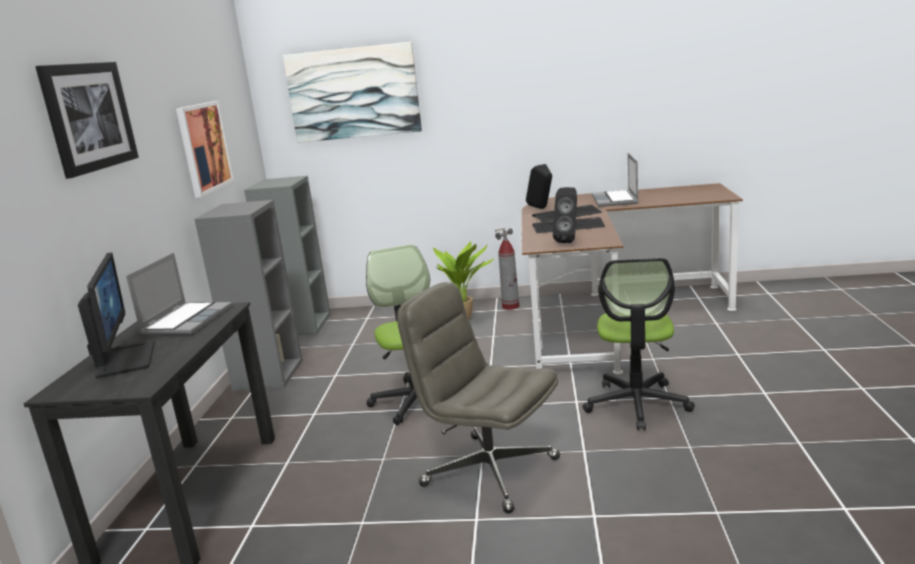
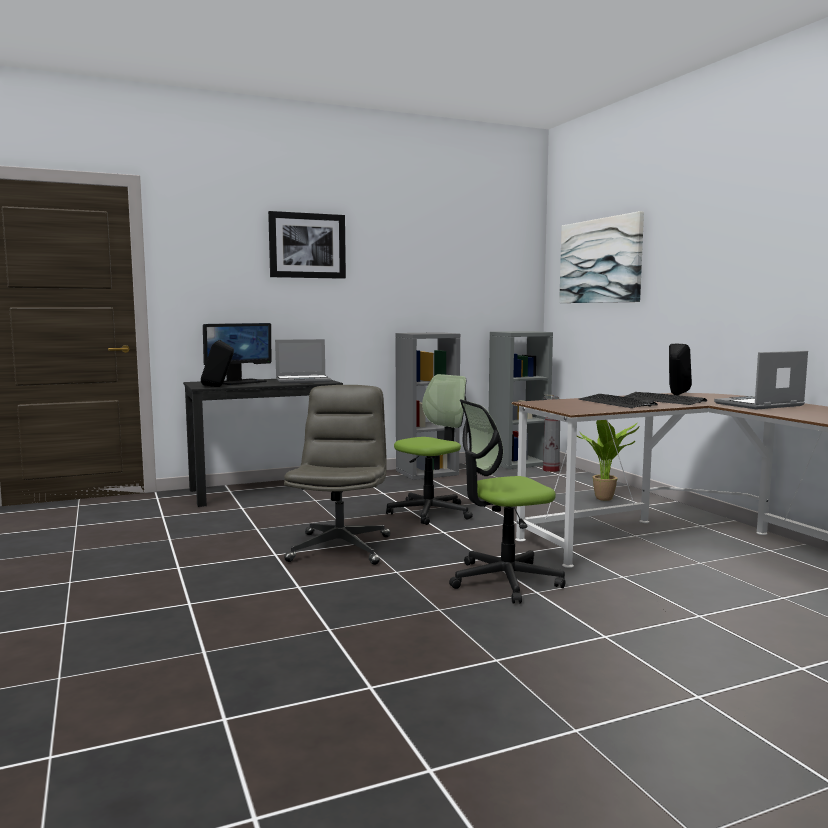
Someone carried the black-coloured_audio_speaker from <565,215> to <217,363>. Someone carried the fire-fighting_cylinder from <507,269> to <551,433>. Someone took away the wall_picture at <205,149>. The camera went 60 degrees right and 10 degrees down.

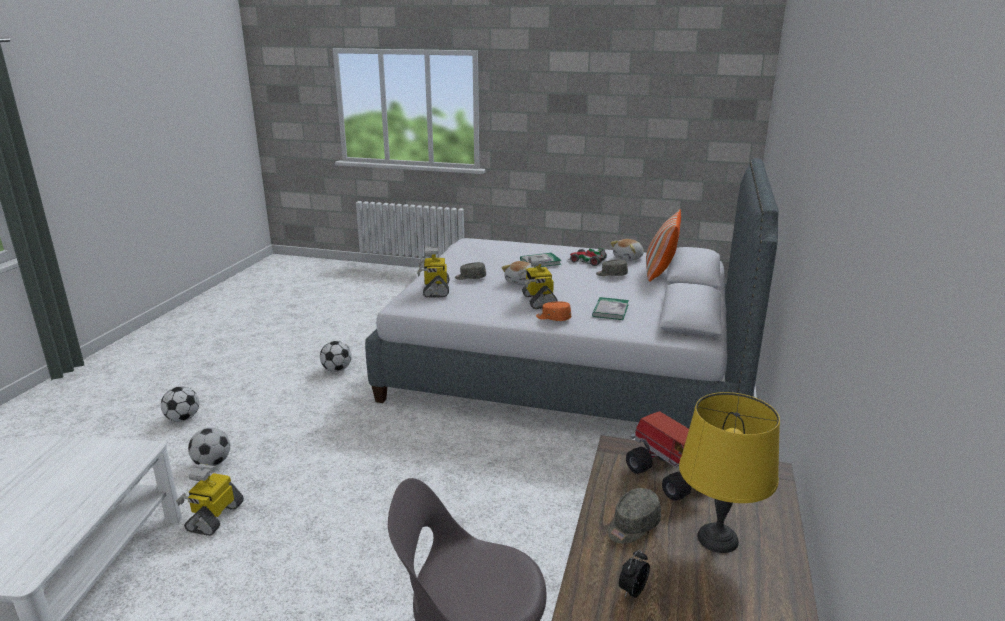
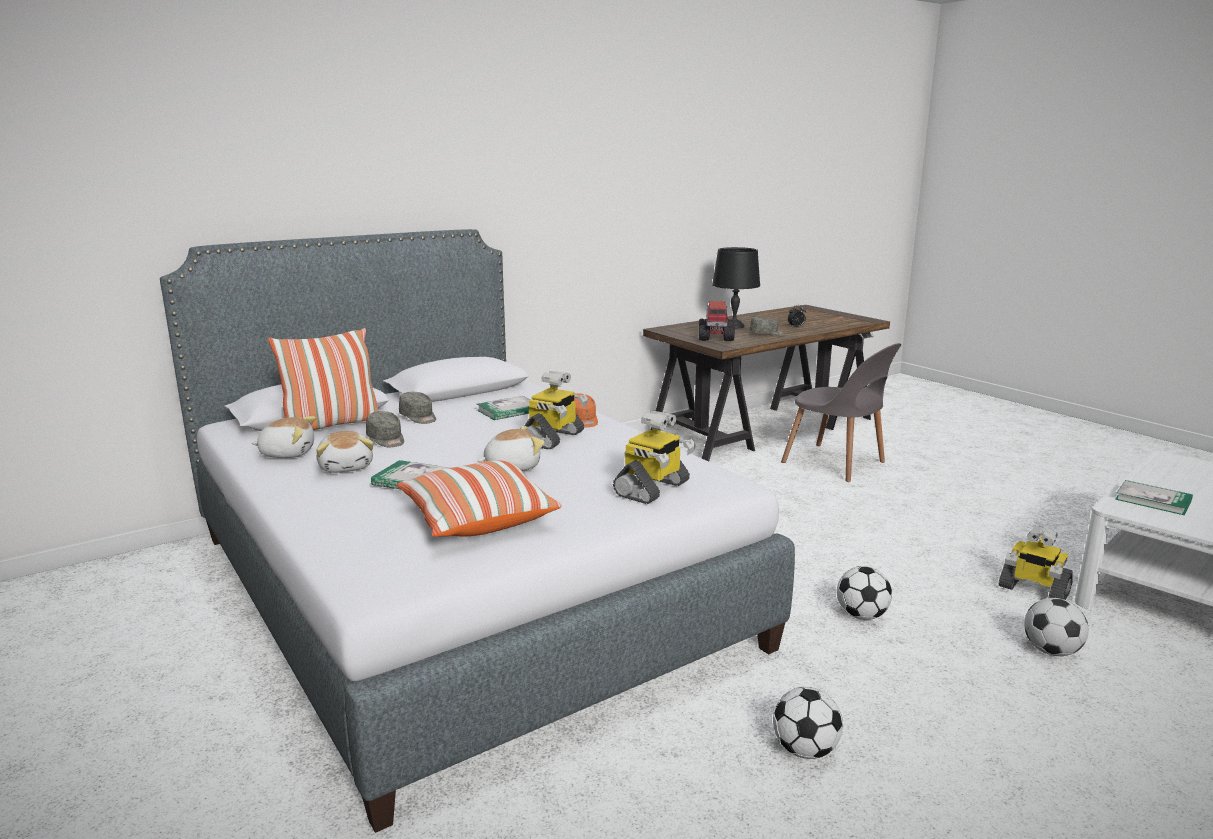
Someone swapped the miniature_car at <587,257> for the cuddly_toy at <344,452>. Someone put down the pillow at <479,498>. Someone carried the gray_peaked_cap from <470,271> to <417,408>. Someone repainted the yellowish_tabletop_lamp at <729,472>, which became the black-coloured_tabletop_lamp at <736,288>. Someone carried the ball_for_football from <180,404> to <864,593>. Someone rotated the toy_robot at <210,500> by 75 degrees clockwise. Someone put down the book at <1154,497>. The camera went 140 degrees left and 5 degrees down.

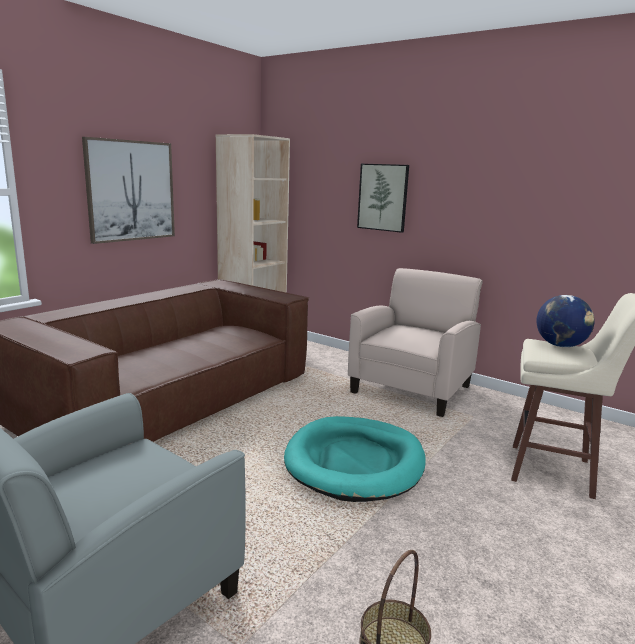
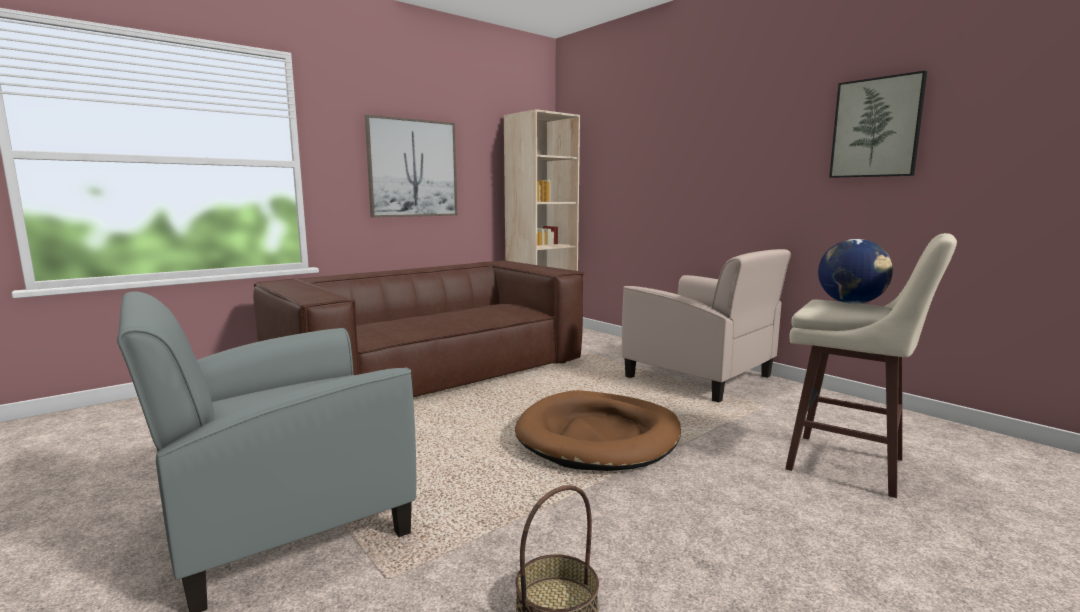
Someone repainted the blue-green_dog_cushion at <355,459>, which became the brownish_dog_cushion at <598,430>. Someone rotated the sand-coloured_easy_chair at <415,342> by 90 degrees clockwise. Someone carried the wall_picture from <383,198> to <878,124>. The camera went 15 degrees right and 5 degrees down.

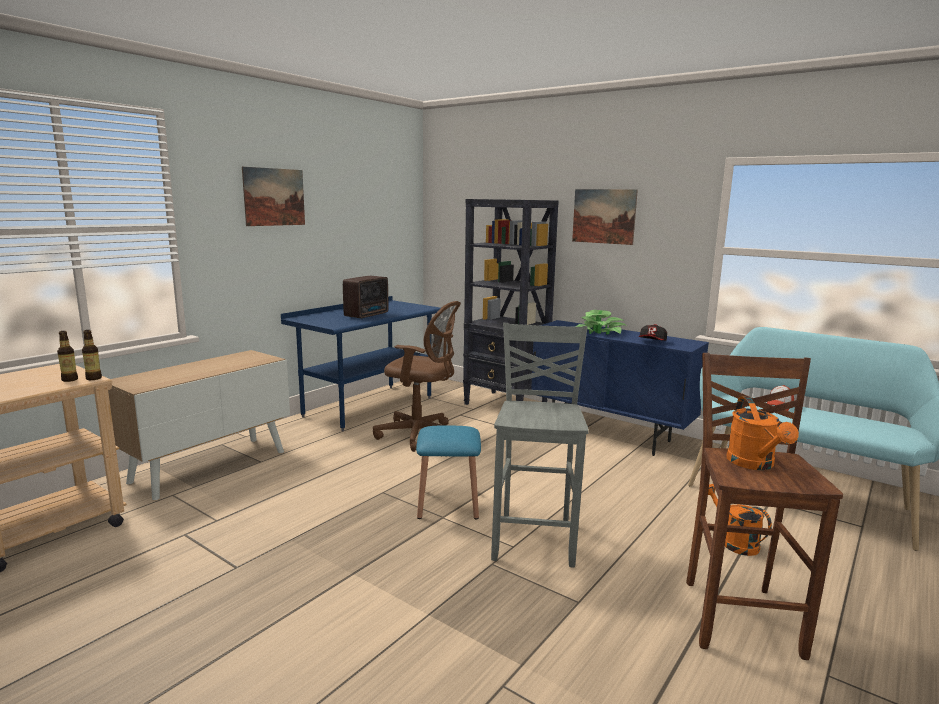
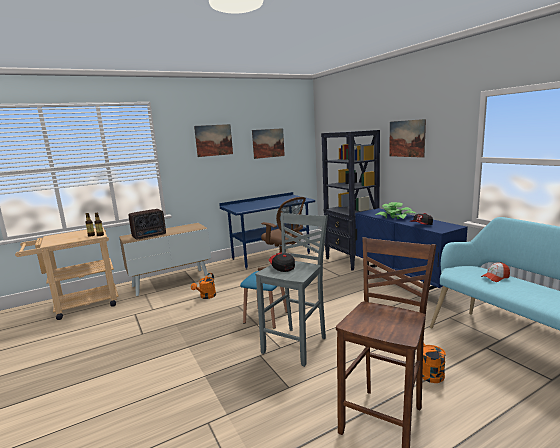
Someone carried the radio_receiver from <365,297> to <147,224>. Someone carried the orange-coloured_watering_pot from <763,433> to <203,286>. Someone put up the wall_picture at <268,143>. Someone put down the peaked_cap at <282,262>. The camera went 25 degrees right and 0 degrees up.

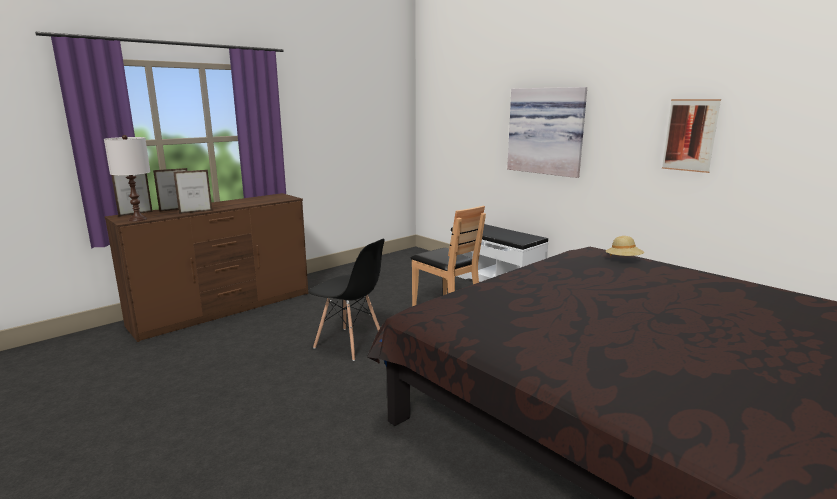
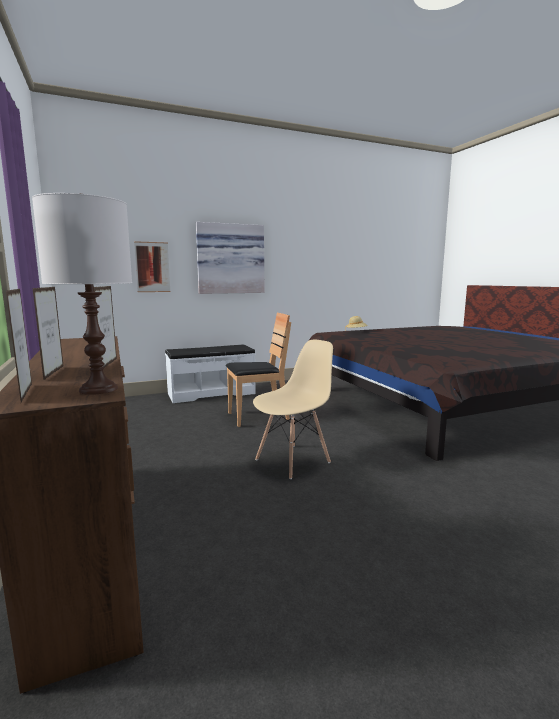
Someone carried the wall_picture from <691,136> to <152,266>. Someone repainted the black-coloured_chair at <346,299>, which became the sand-coloured_chair at <293,409>. The camera went 70 degrees left and 5 degrees down.

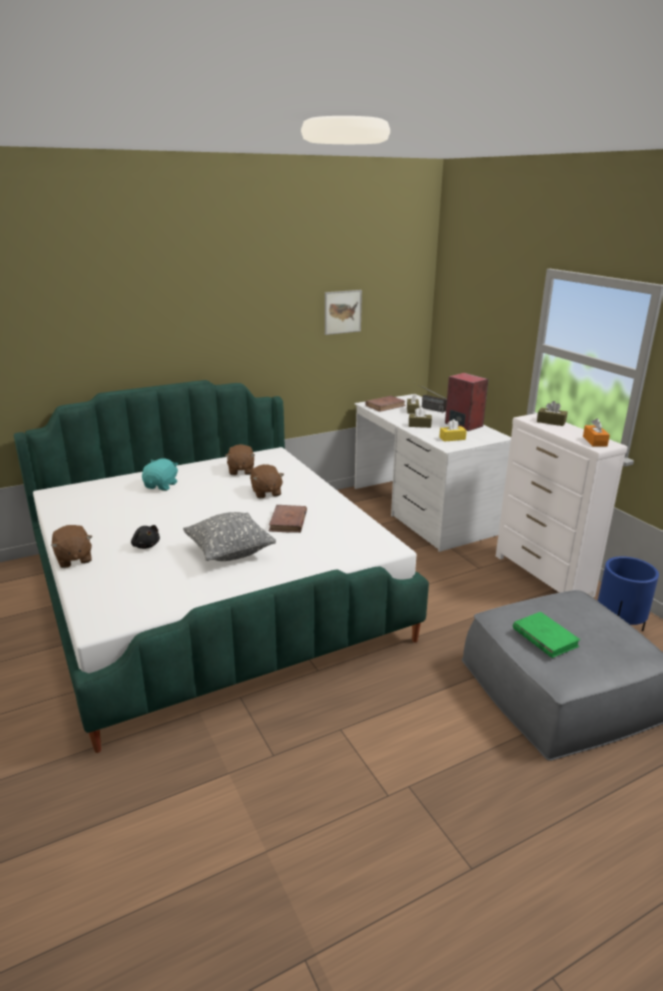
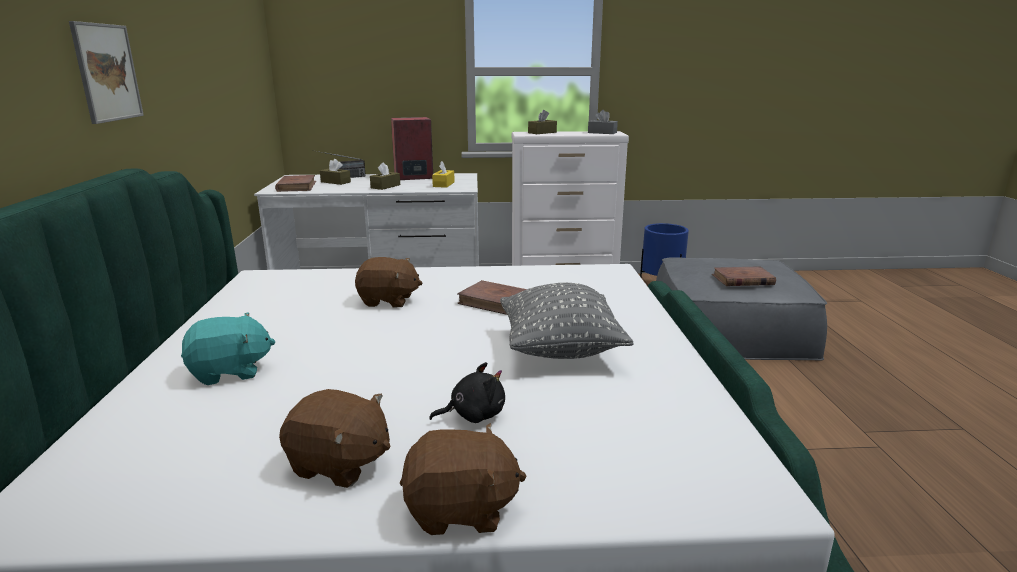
Someone carried the wall_picture from <343,312> to <106,72>. Someone rotated the blue-green_cuddly_toy at <160,475> by 120 degrees clockwise. Someone carried the brownish_cuddly_toy from <240,459> to <334,438>. Someone repainted the orange-coloured_tissue_holder at <596,432>, which became the gray_tissue_holder at <603,122>. Someone repainted the greenish_book at <547,635>, which became the brownish_book at <744,276>. The camera went 65 degrees left and 5 degrees down.

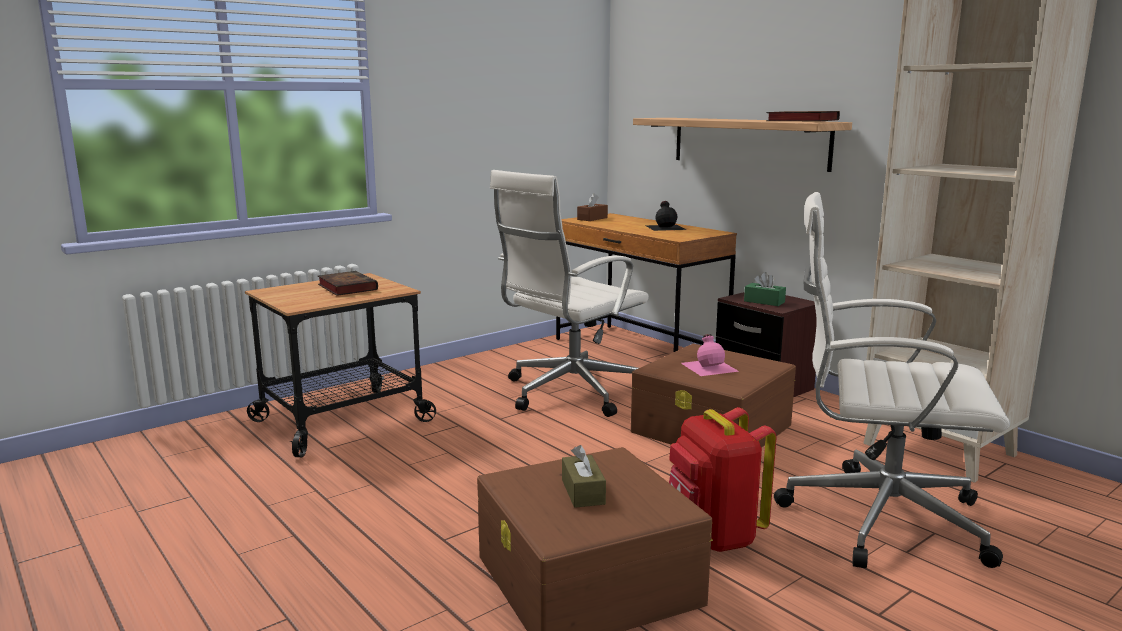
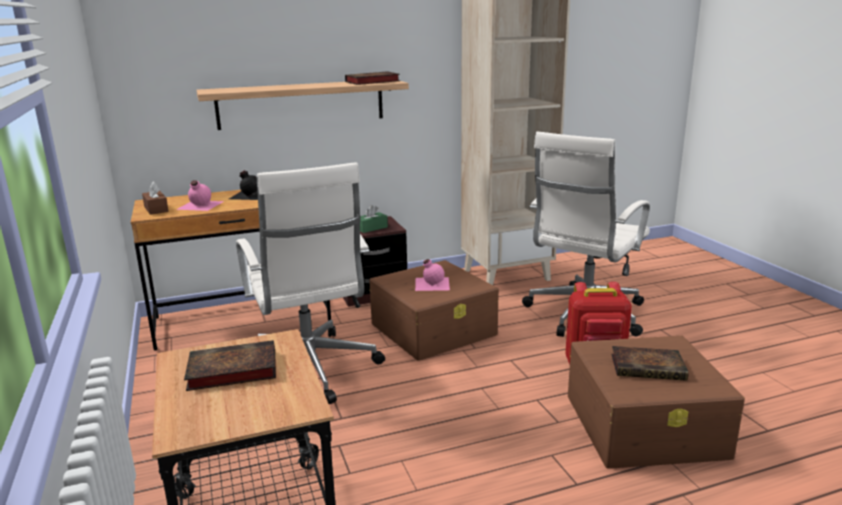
Someone put down the pink_drink_bottle at <200,195>. Someone swapped the brownish_tissue_holder at <584,476> for the book at <650,363>. The camera went 70 degrees left and 5 degrees up.

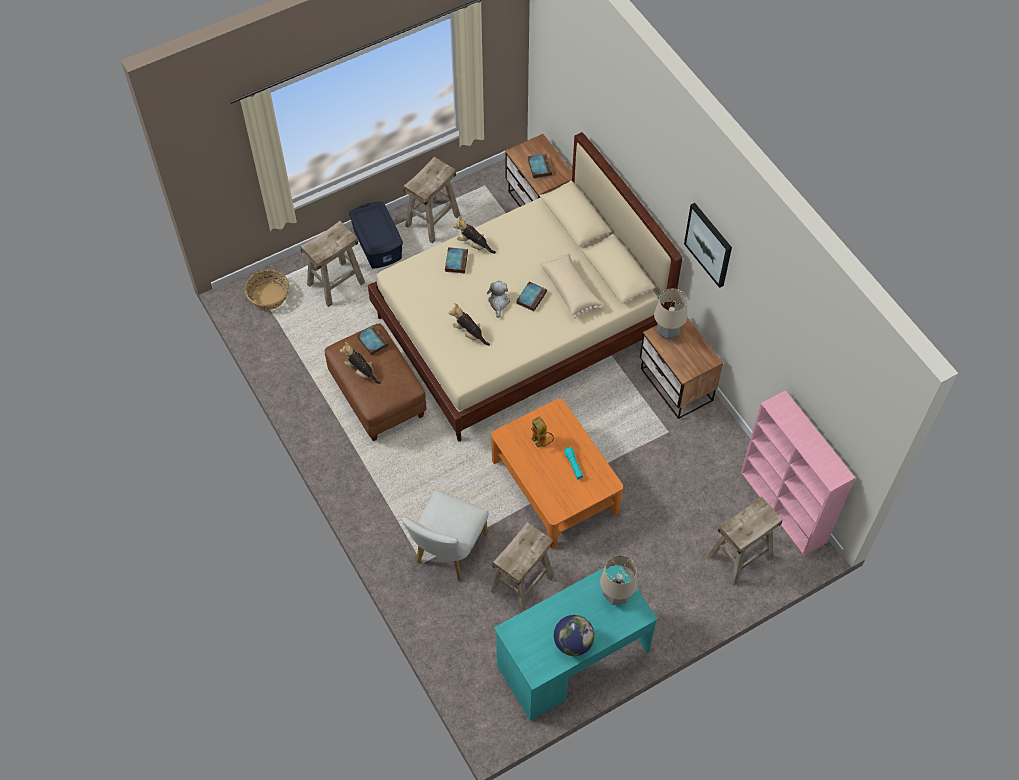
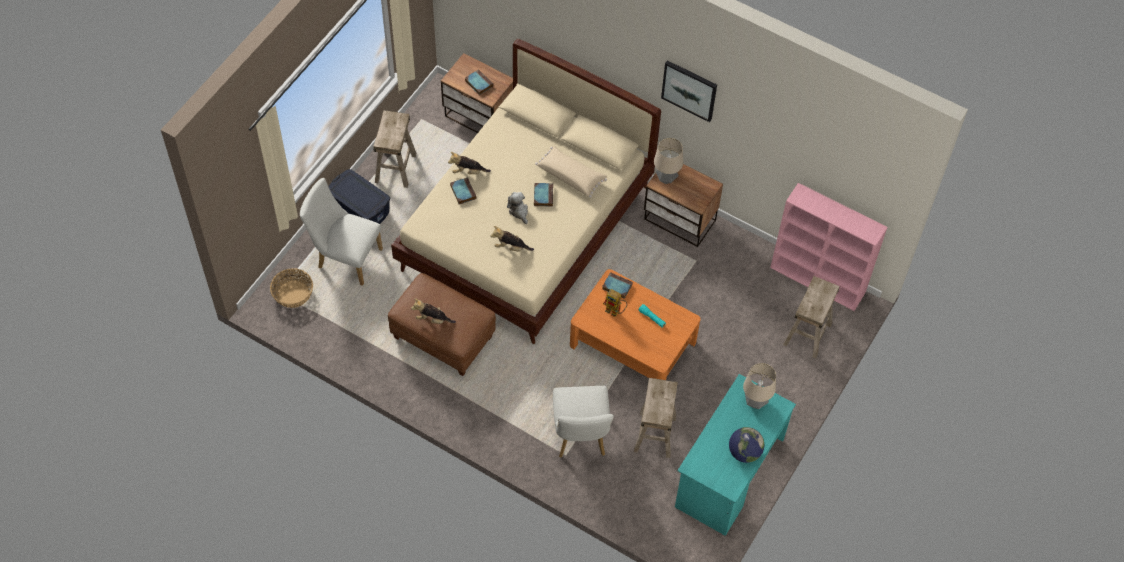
Someone swapped the sand-coloured_stool at <332,264> for the white-coloured_chair at <341,232>. Someone carried the book from <372,340> to <617,285>. The camera went 30 degrees left and 0 degrees up.

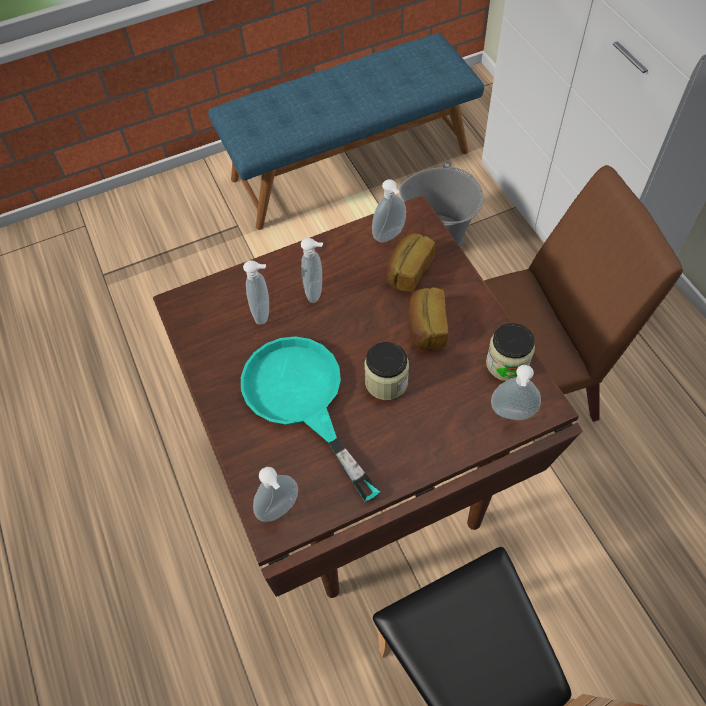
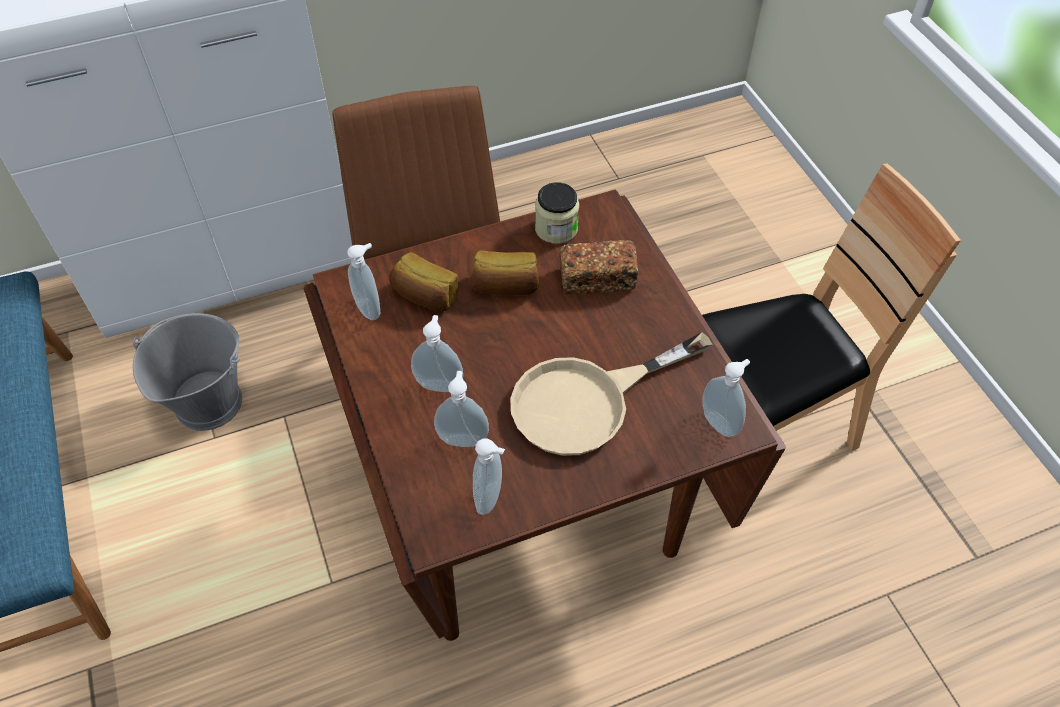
Someone carried the soap_dispenser from <516,392> to <489,477>. Someone repainted the blue-green_frying_pan at <310,418>, which became the sand-coloured_frying_pan at <611,394>. Someone put down the bread at <599,267>. Someone took away the jar at <386,371>. The camera went 90 degrees left and 5 degrees down.

